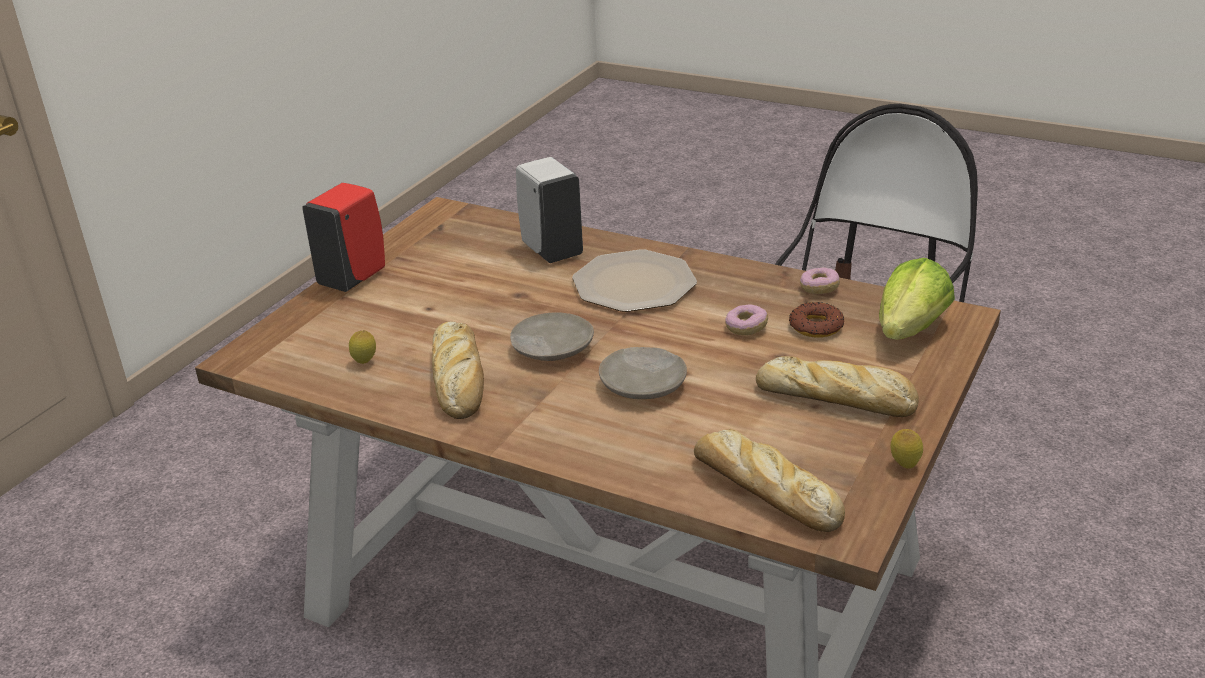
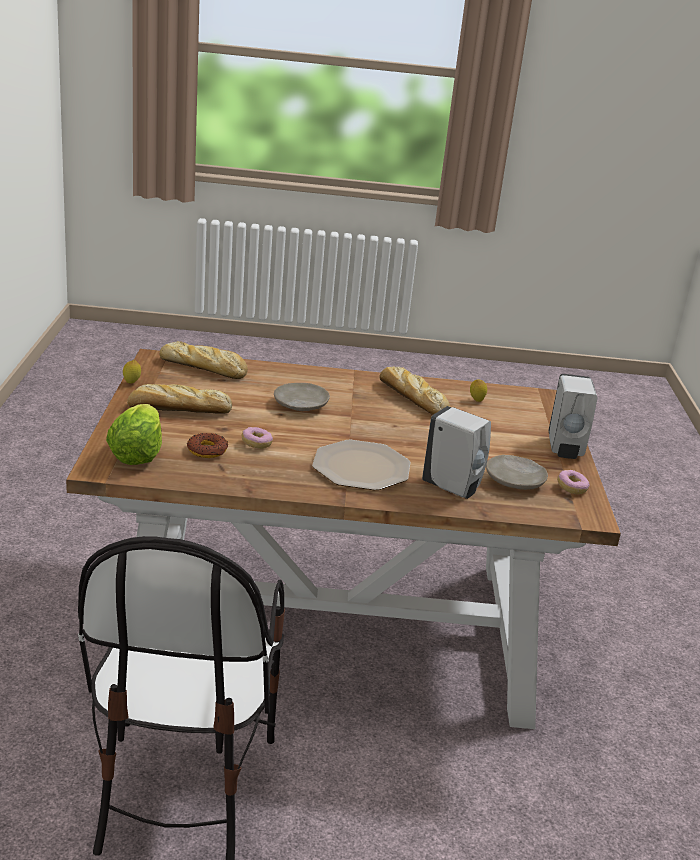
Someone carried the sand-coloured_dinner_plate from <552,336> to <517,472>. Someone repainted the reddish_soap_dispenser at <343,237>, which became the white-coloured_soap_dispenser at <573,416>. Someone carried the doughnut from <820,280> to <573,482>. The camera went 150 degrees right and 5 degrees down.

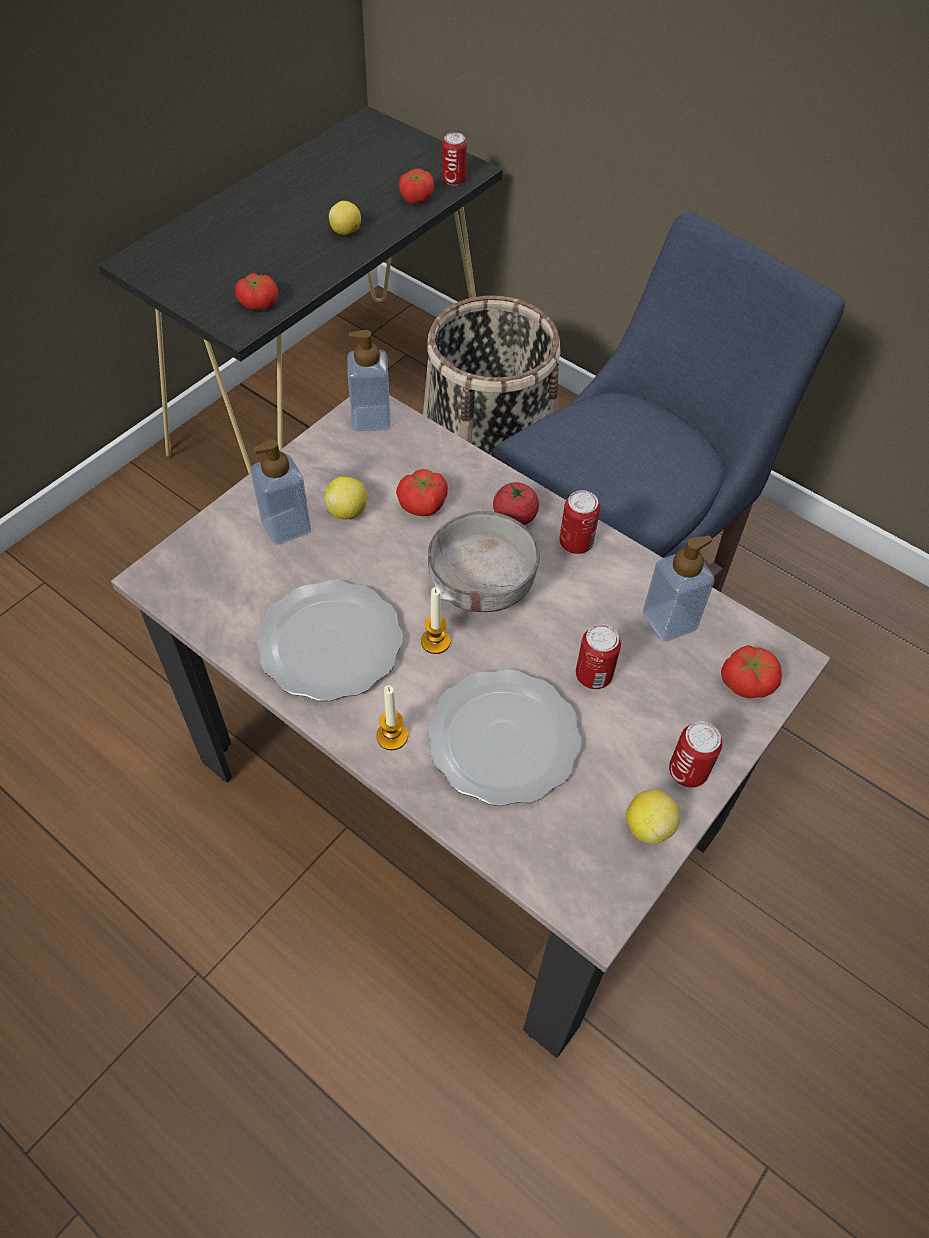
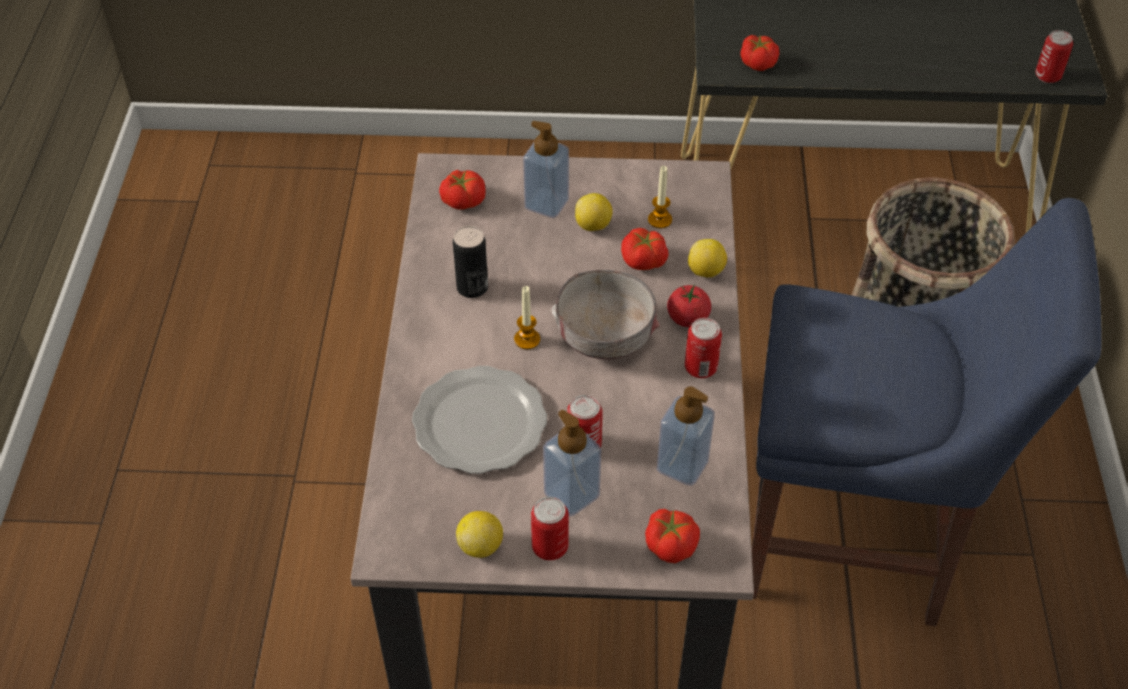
Someone carried the whole_tomato from <417,186> to <462,190>. Someone swapped the dinner_plate at <329,640> for the can at <470,262>. Someone carried the soap_dispenser from <369,380> to <572,463>. Someone carried the candle from <392,717> to <660,197>. Someone carried the citrus_fruit from <345,218> to <707,258>. The camera went 55 degrees right and 5 degrees down.

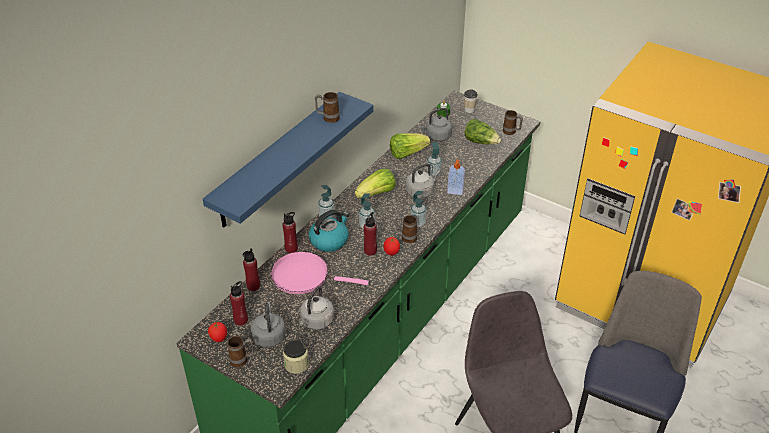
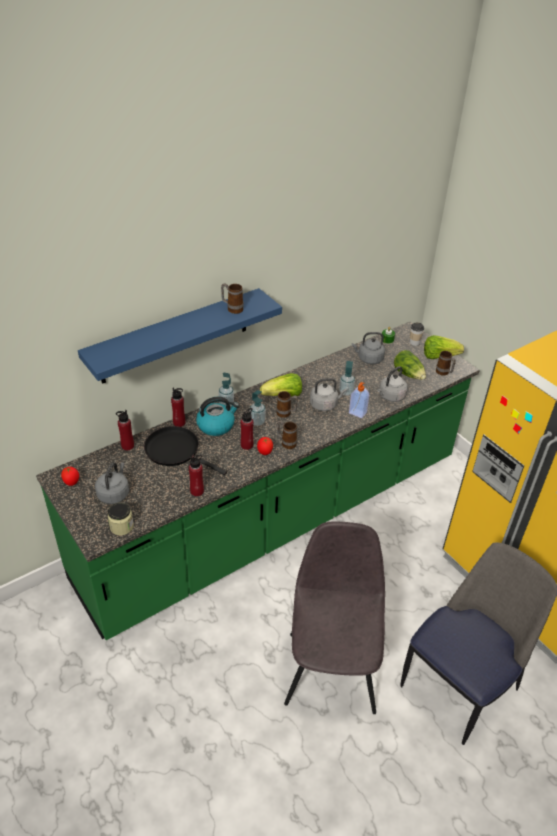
Someone repainted the pink_frying_pan at <320,273>, which became the black-coloured_frying_pan at <185,450>. Someone carried the reddish_drink_bottle from <239,303> to <196,475>. Someone carried the coffee_mug from <240,351> to <287,404>. Someone carried the gray_water_kettle from <316,308> to <392,384>. Someone carried the lettuce_head from <410,146> to <444,347>. Someone took away the soap_dispenser at <418,209>. The camera went 20 degrees right and 0 degrees up.

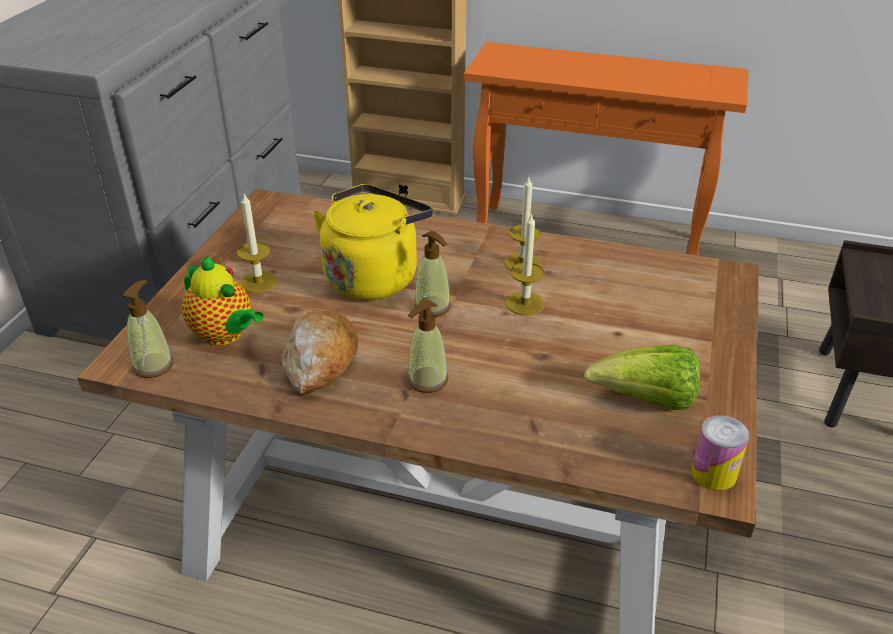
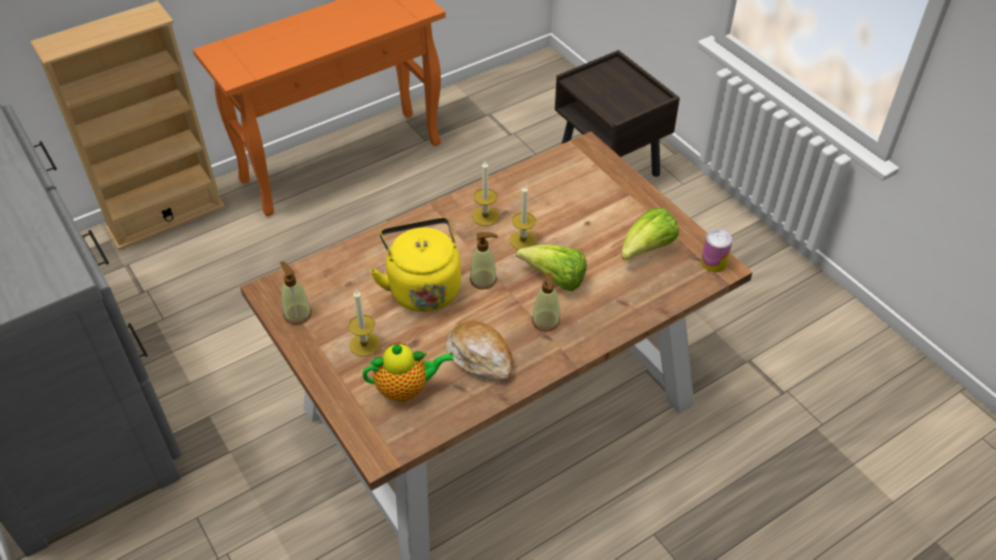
Someone carried the soap_dispenser from <148,329> to <296,293>. Someone put down the lettuce_head at <551,268>. The camera went 50 degrees left and 10 degrees up.

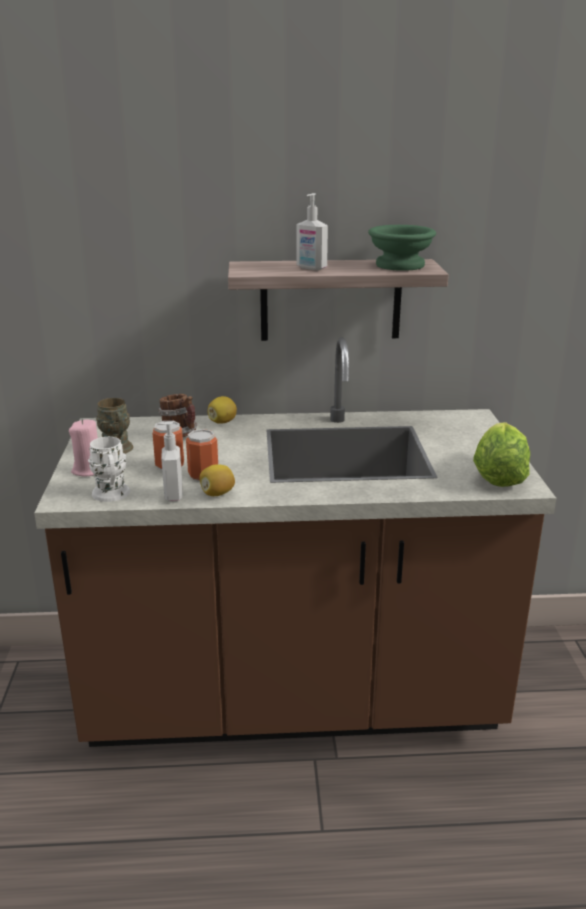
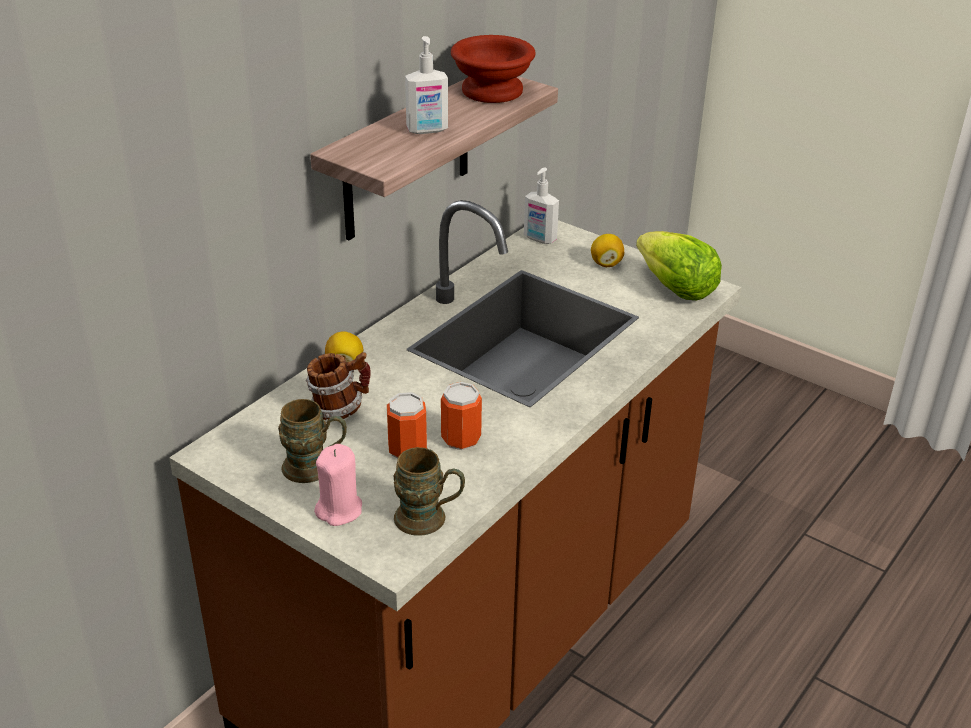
Someone repainted the white-coloured_coffee_mug at <109,469>, which became the brownish_coffee_mug at <429,491>. Someone repainted the greenish_bowl at <402,248>, which became the brownish_bowl at <493,69>. Someone carried the soap_dispenser from <170,461> to <541,205>. Someone carried the citrus_fruit from <217,480> to <607,250>. The camera went 50 degrees left and 10 degrees up.

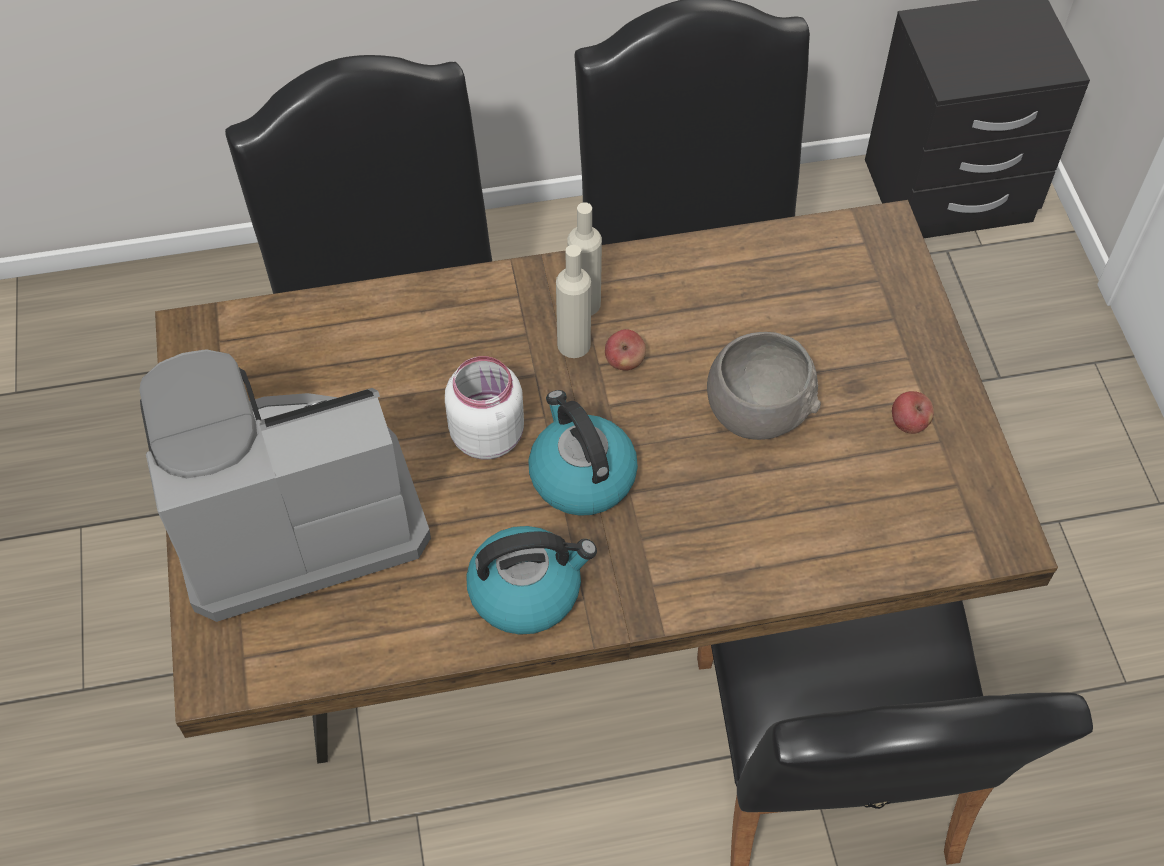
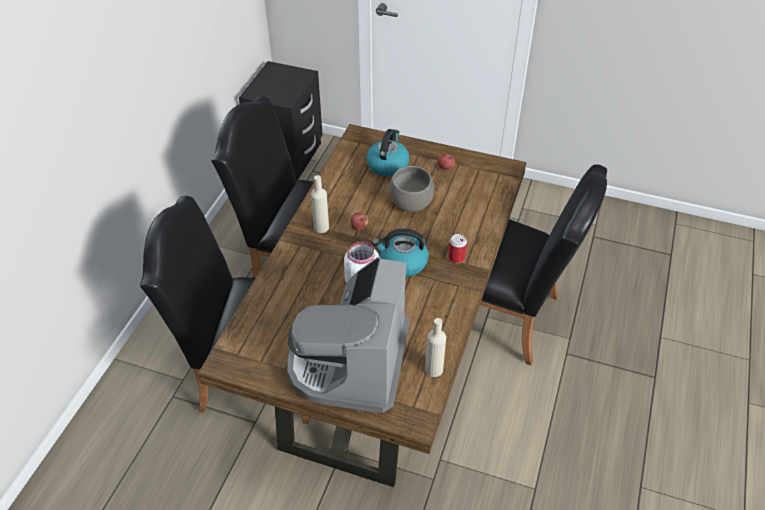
Someone carried the water_kettle from <531,580> to <388,153>. Someone carried the sand-coloured_drink_bottle from <573,301> to <435,347>. Someone put down the can at <457,249>. The camera went 60 degrees left and 10 degrees down.

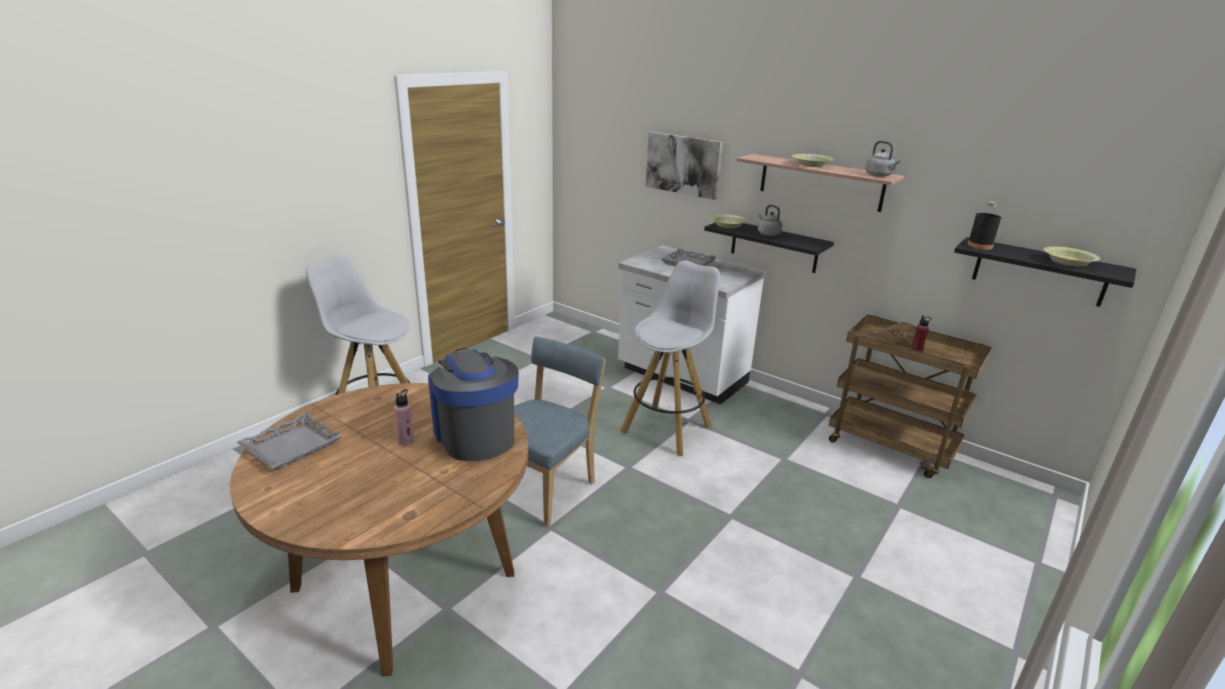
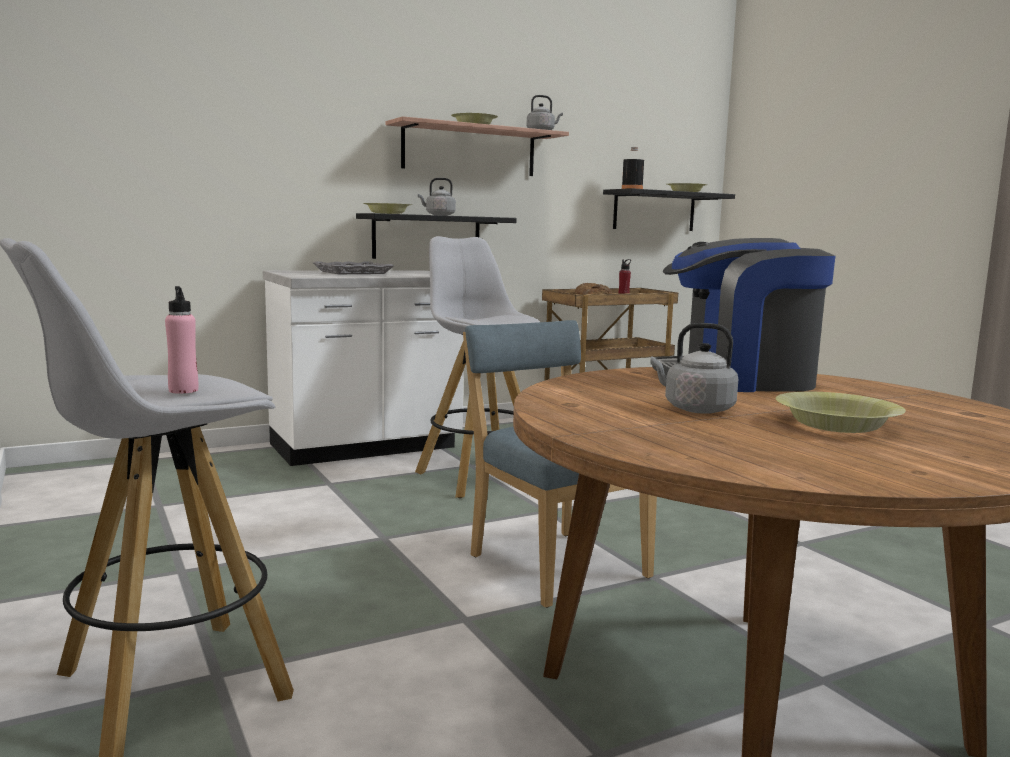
Someone carried the pink_drink_bottle from <404,417> to <181,340>. Someone put down the gray_water_kettle at <694,368>. Someone put down the yellowish_bowl at <841,412>. Someone took away the gray_serving_tray at <290,441>. Someone took away the wall_picture at <684,166>. The camera went 65 degrees left and 15 degrees down.

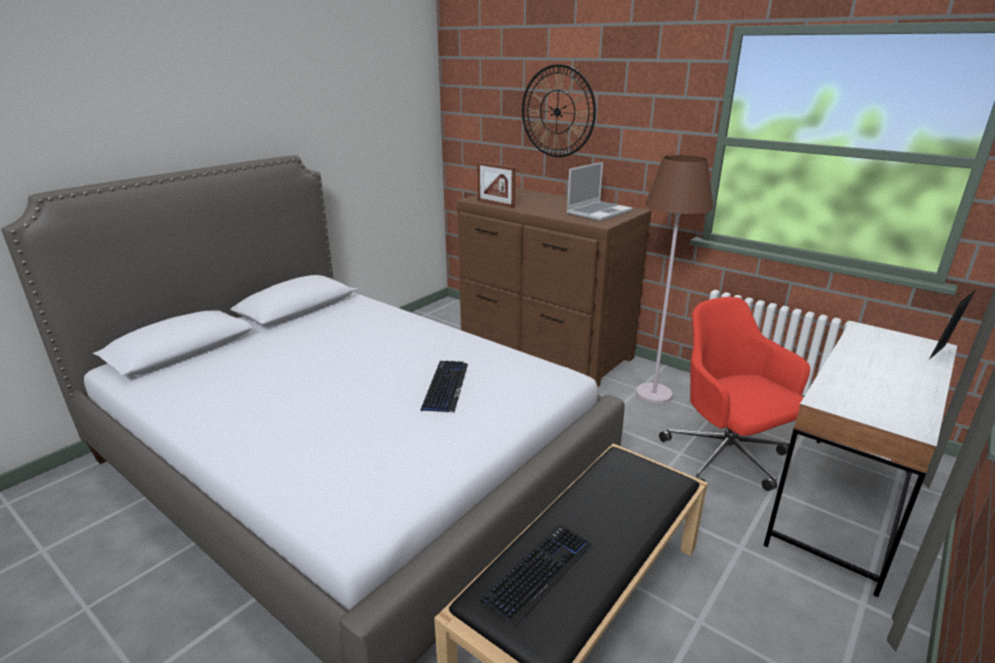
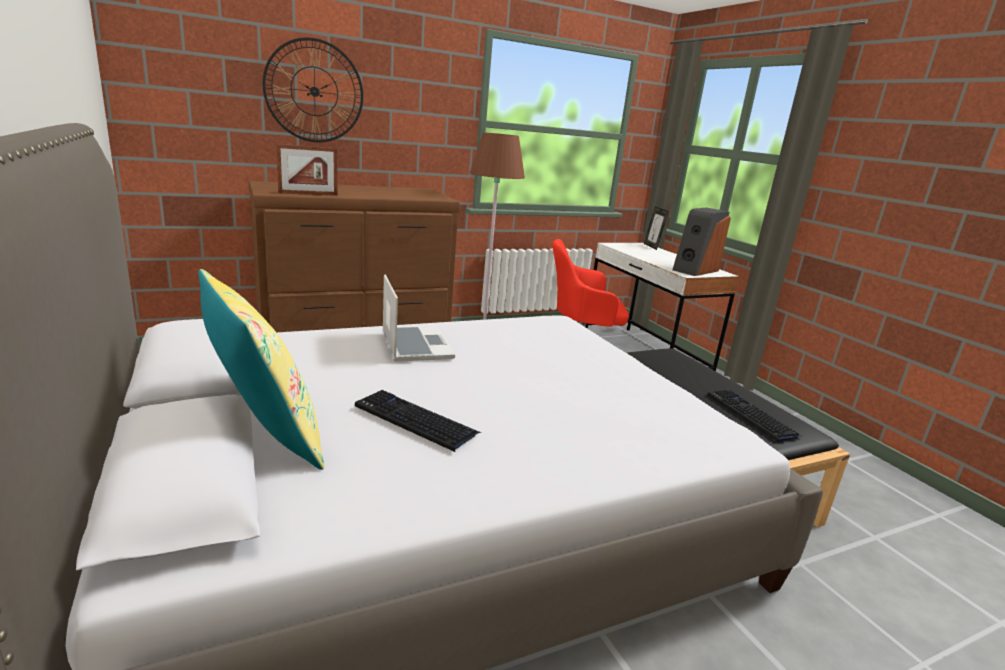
Someone put down the yellowish_pillow at <261,369>. Someone carried the computer_keyboard from <444,386> to <418,421>. Someone carried the notebook_computer from <600,191> to <418,318>. Someone put down the audio_speaker at <701,242>. The camera went 65 degrees left and 5 degrees down.

